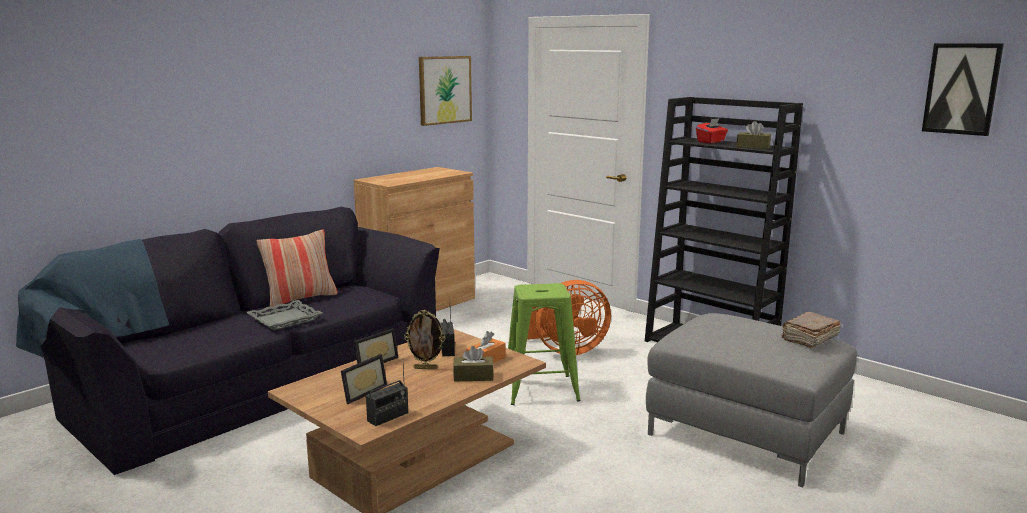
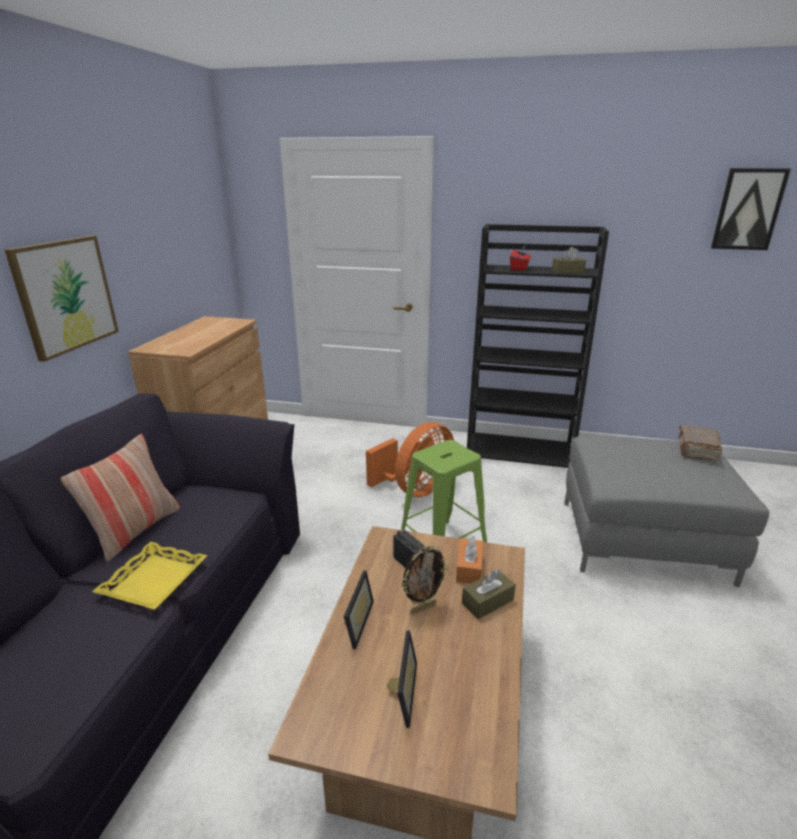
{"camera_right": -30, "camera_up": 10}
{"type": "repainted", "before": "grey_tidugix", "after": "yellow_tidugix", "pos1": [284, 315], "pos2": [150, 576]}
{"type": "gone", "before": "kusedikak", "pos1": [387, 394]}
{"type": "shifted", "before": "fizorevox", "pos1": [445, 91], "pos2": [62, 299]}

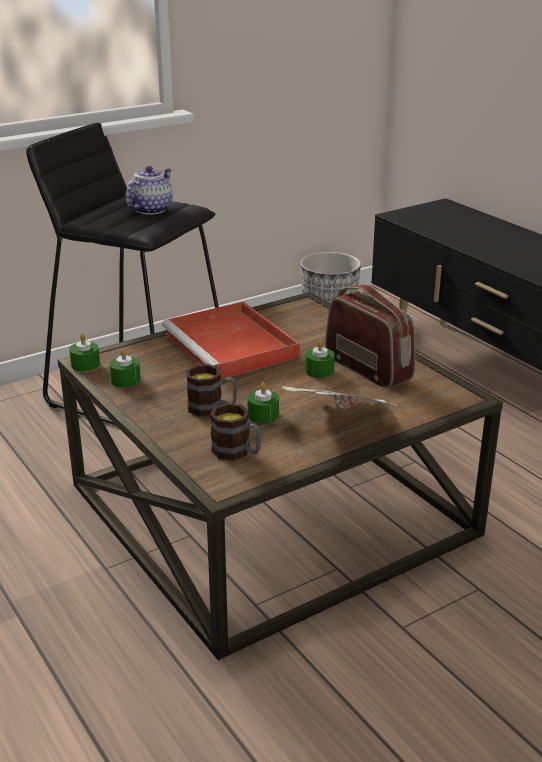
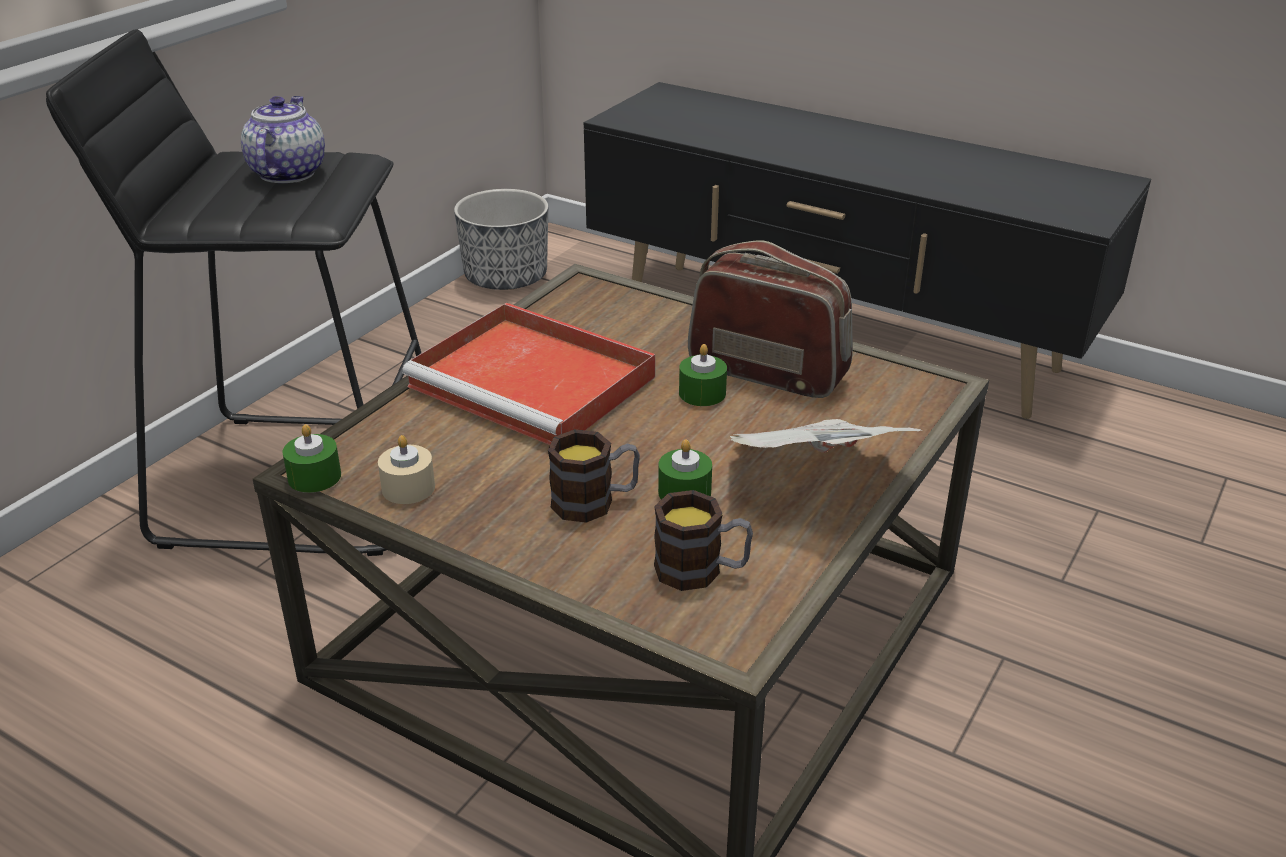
{"camera_right": -25, "camera_up": 5}
{"type": "repainted", "before": "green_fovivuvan", "after": "beige_fovivuvan", "pos1": [125, 367], "pos2": [406, 469]}

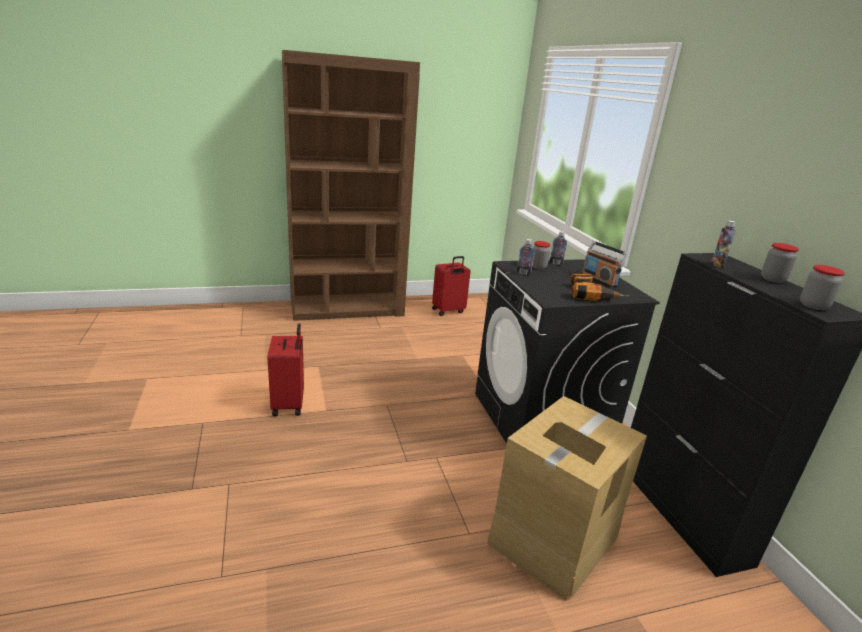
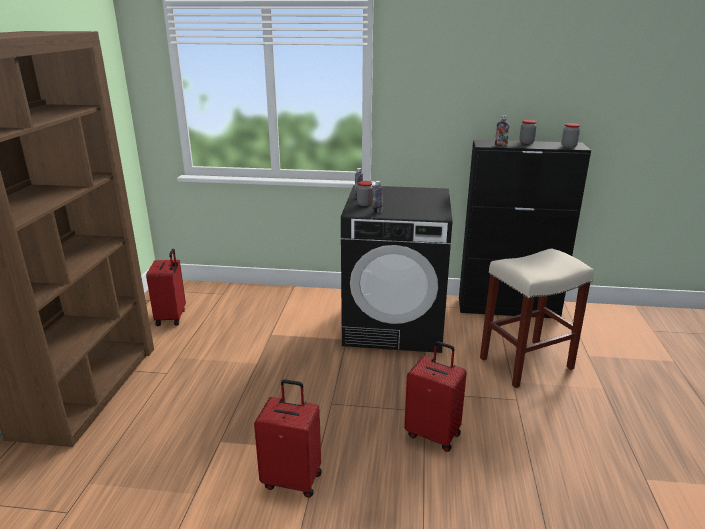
{"camera_right": -65, "camera_up": 0}
{"type": "swapped", "before": "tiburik", "after": "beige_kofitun", "pos1": [567, 498], "pos2": [537, 318]}
{"type": "gone", "before": "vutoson", "pos1": [599, 287]}
{"type": "gone", "before": "kusedikak", "pos1": [604, 264]}
{"type": "new", "after": "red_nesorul", "pos2": [435, 396]}

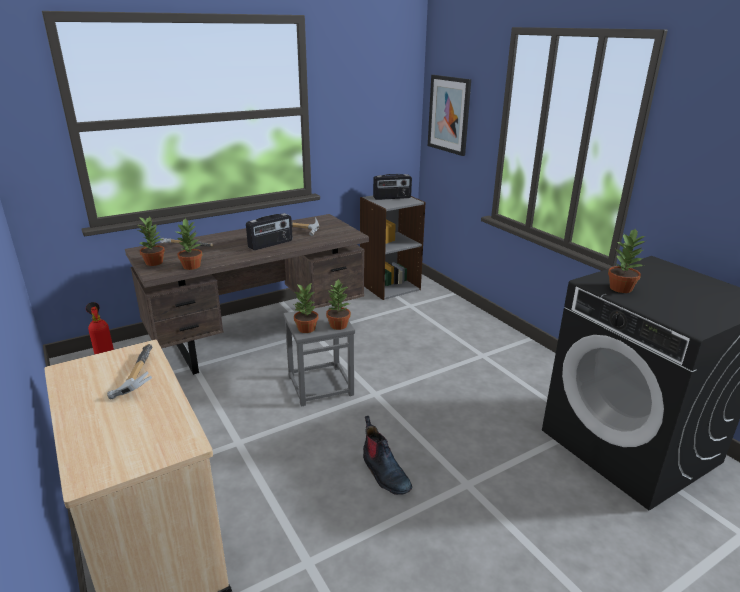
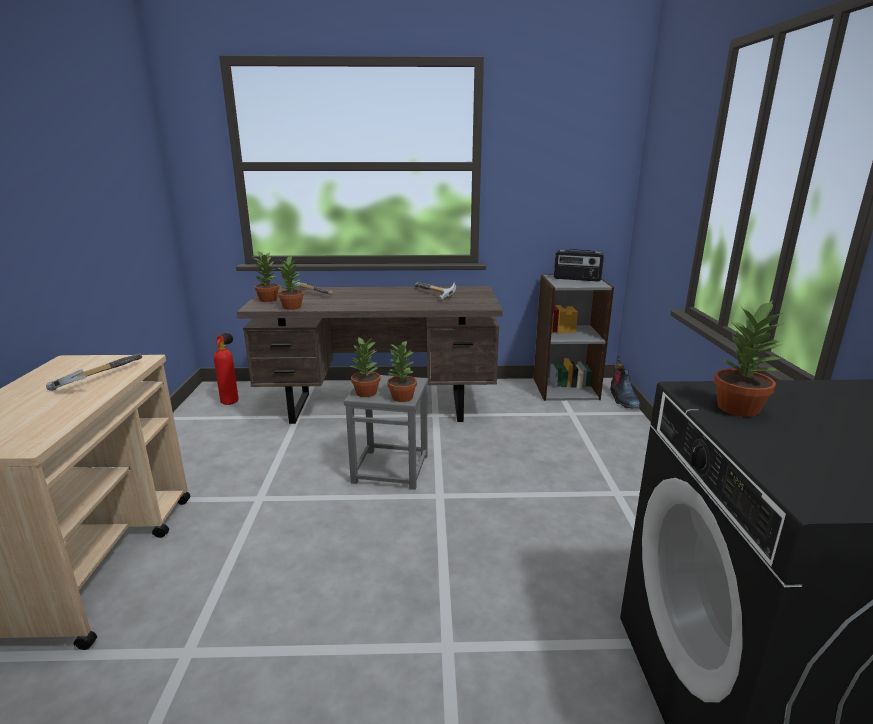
{"camera_right": 30, "camera_up": -5}
{"type": "gone", "before": "kusedikak", "pos1": [269, 231]}
{"type": "shifted", "before": "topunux", "pos1": [387, 455], "pos2": [625, 382]}
{"type": "gone", "before": "fizorevox", "pos1": [449, 115]}

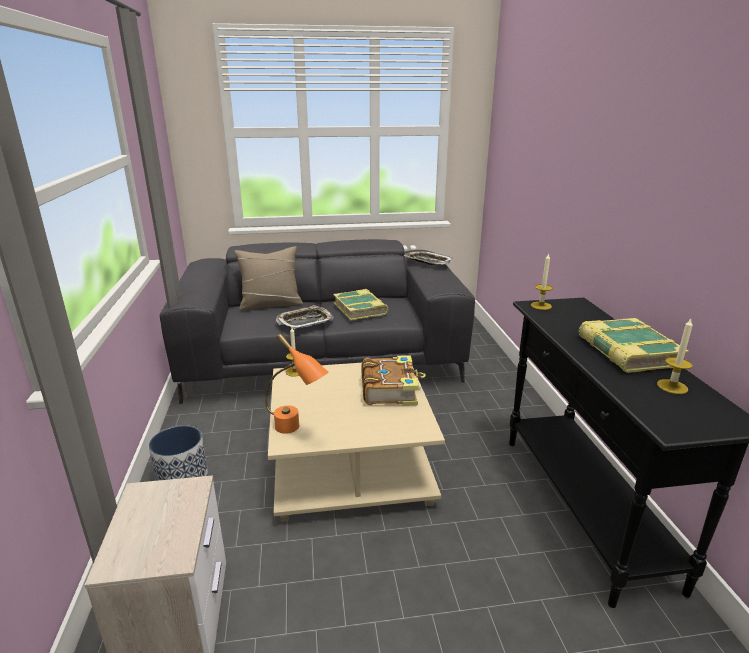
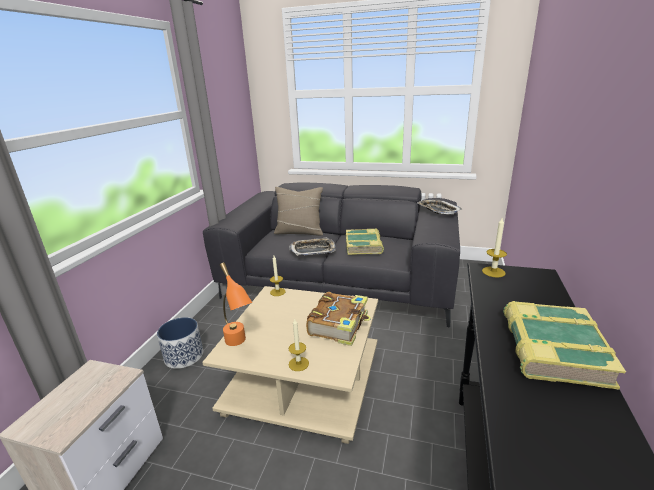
{"camera_right": 25, "camera_up": 0}
{"type": "shifted", "before": "fovivuvan", "pos1": [675, 356], "pos2": [299, 345]}

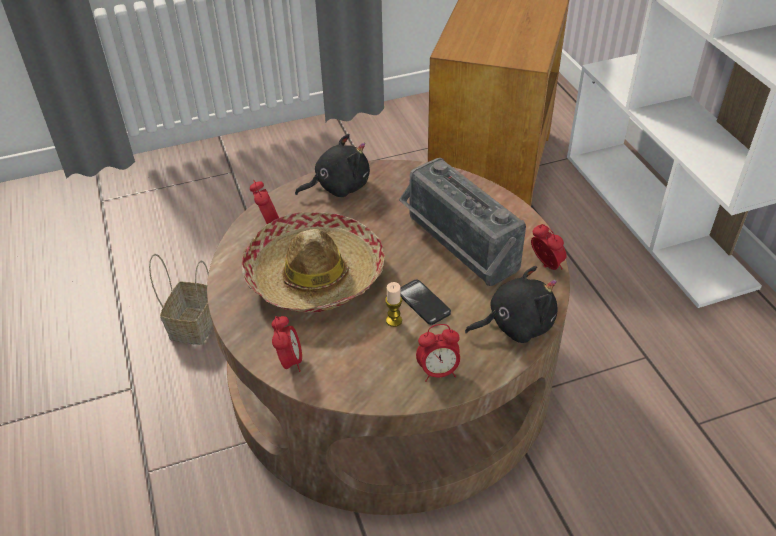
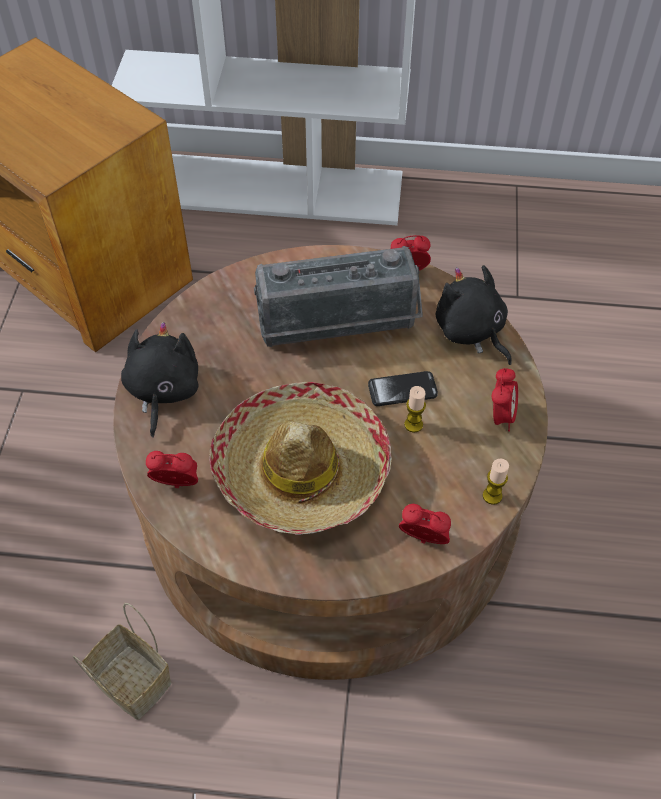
{"camera_right": -65, "camera_up": 10}
{"type": "rotated", "before": "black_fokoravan", "pos1": [511, 304], "pos2": [474, 315], "turn": -45}
{"type": "new", "after": "fovivuvan", "pos2": [496, 482]}

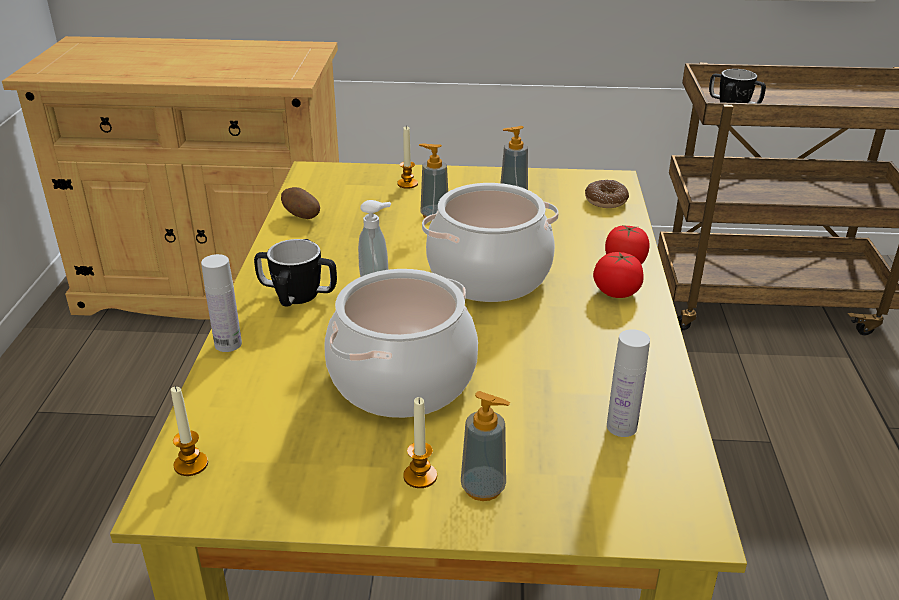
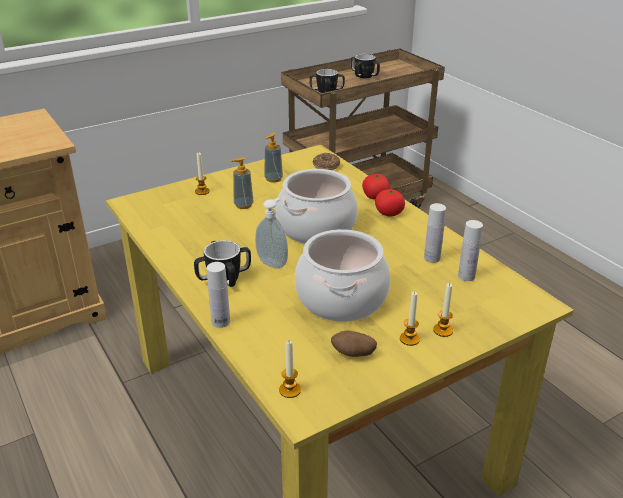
{"camera_right": -35, "camera_up": 0}
{"type": "shifted", "before": "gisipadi", "pos1": [300, 203], "pos2": [354, 344]}
{"type": "swapped", "before": "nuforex", "after": "fovivuvan", "pos1": [485, 446], "pos2": [443, 310]}
{"type": "new", "after": "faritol", "pos2": [365, 66]}
{"type": "new", "after": "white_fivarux", "pos2": [435, 233]}

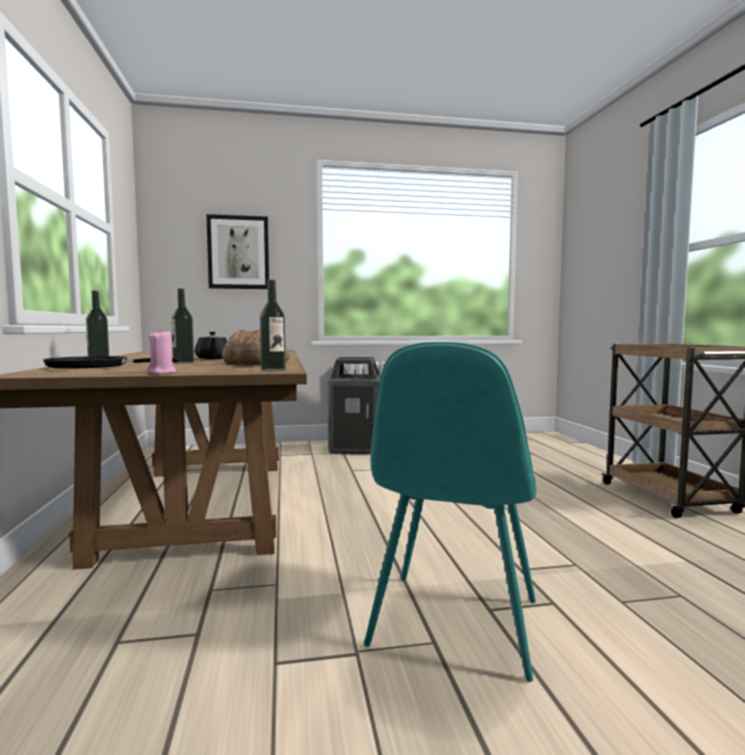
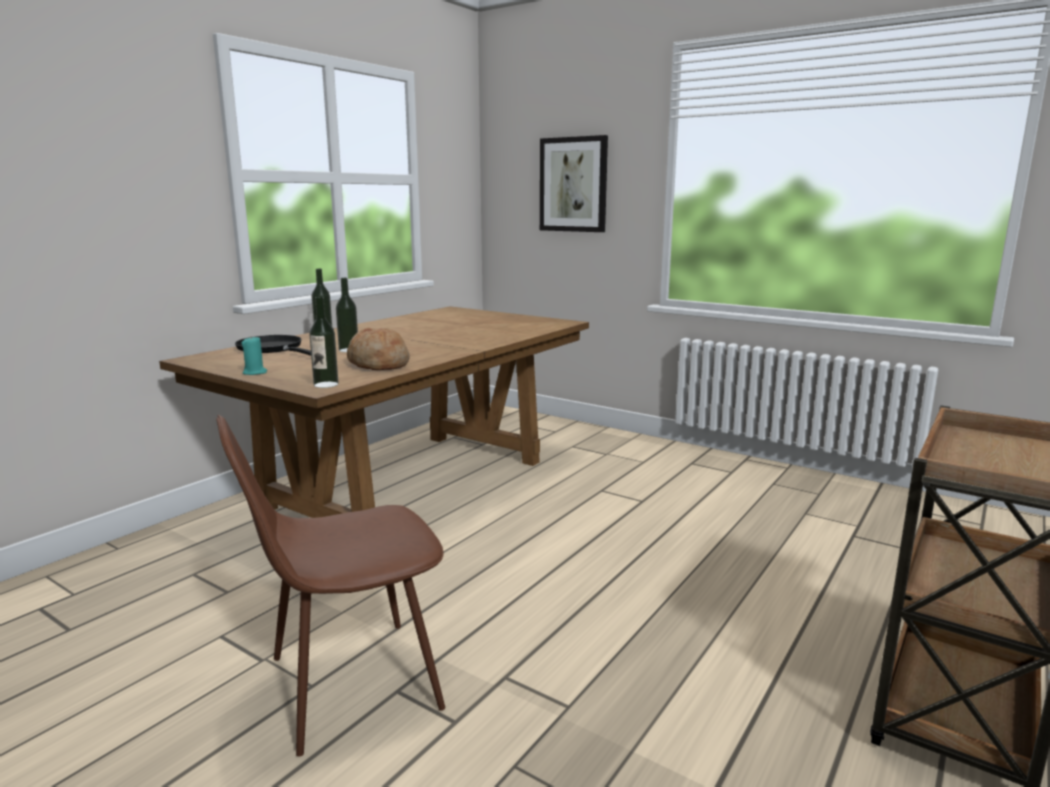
{"camera_right": 45, "camera_up": 10}
{"type": "repainted", "before": "pink_fovivuvan", "after": "turquoise_fovivuvan", "pos1": [161, 351], "pos2": [254, 356]}
{"type": "gone", "before": "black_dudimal", "pos1": [211, 346]}
{"type": "gone", "before": "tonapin", "pos1": [354, 405]}
{"type": "repainted", "before": "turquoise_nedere", "after": "brown_nedere", "pos1": [450, 512], "pos2": [330, 585]}

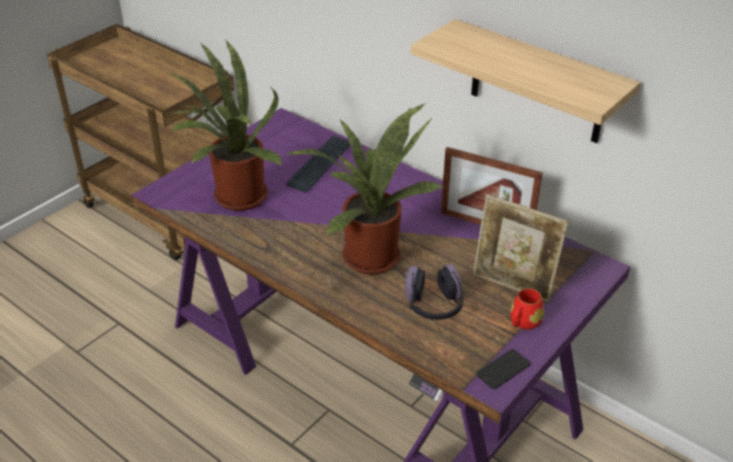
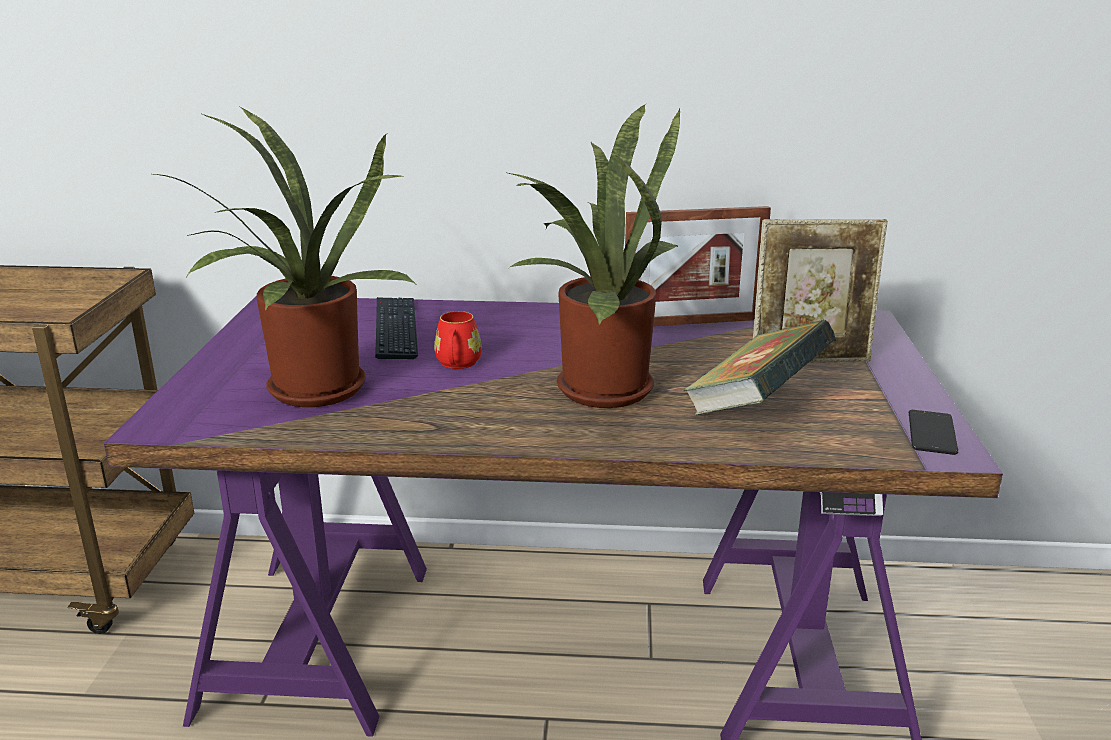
{"camera_right": -35, "camera_up": -15}
{"type": "swapped", "before": "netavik", "after": "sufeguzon", "pos1": [434, 292], "pos2": [759, 367]}
{"type": "gone", "before": "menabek", "pos1": [526, 81]}
{"type": "shifted", "before": "red_faritol", "pos1": [527, 309], "pos2": [458, 340]}

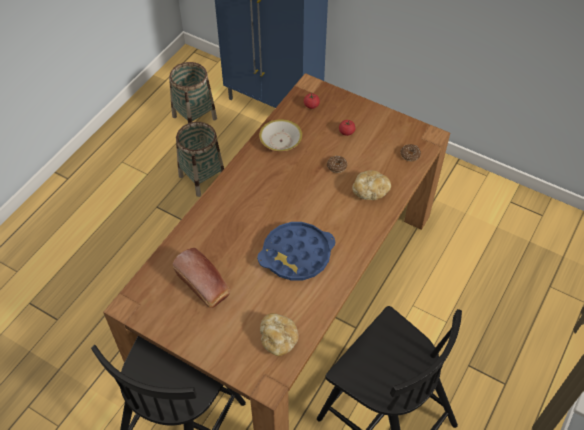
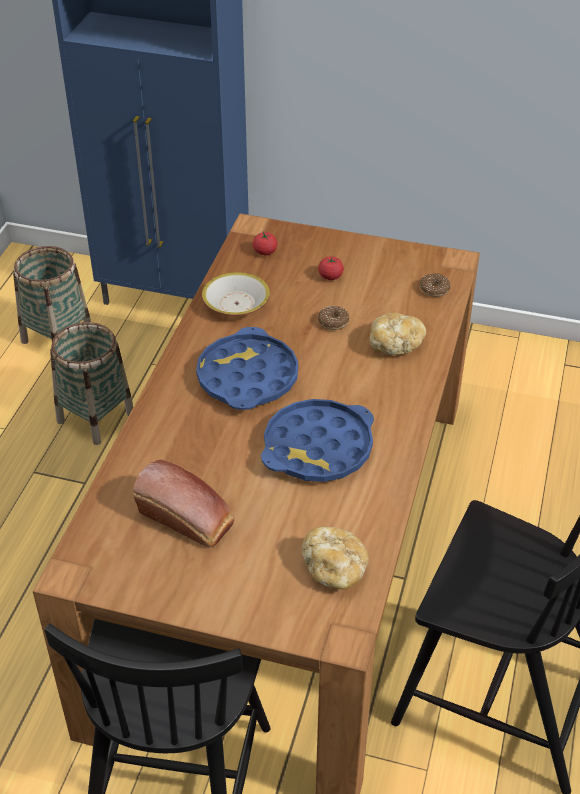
{"camera_right": -15, "camera_up": -10}
{"type": "new", "after": "blue_tidugix", "pos2": [247, 368]}

